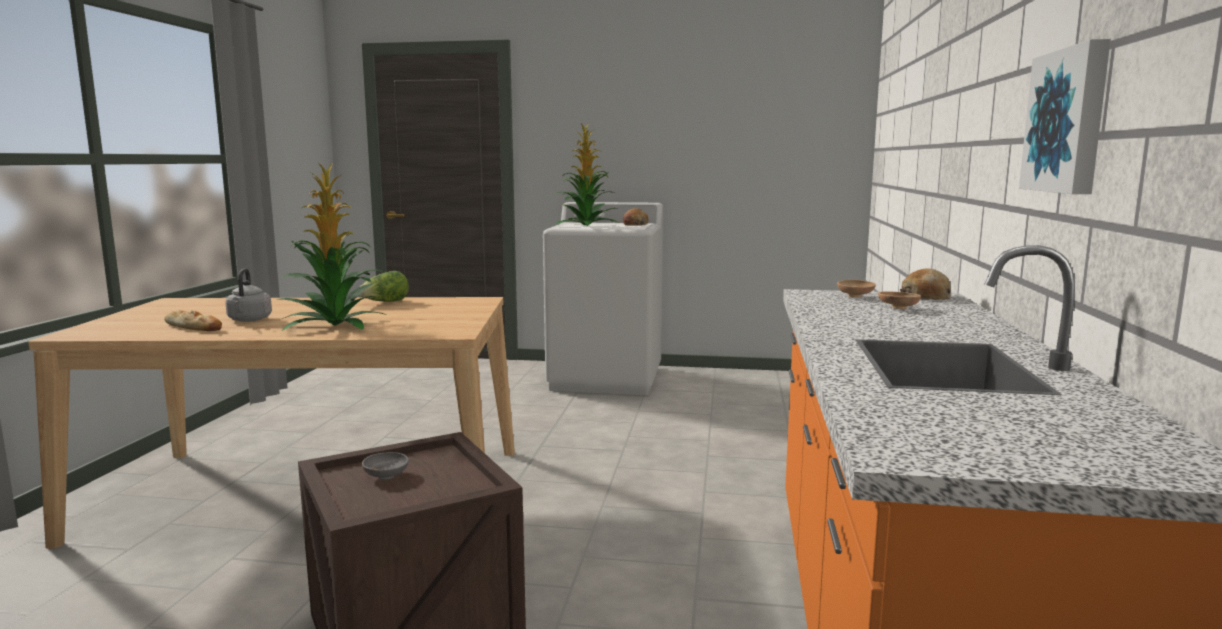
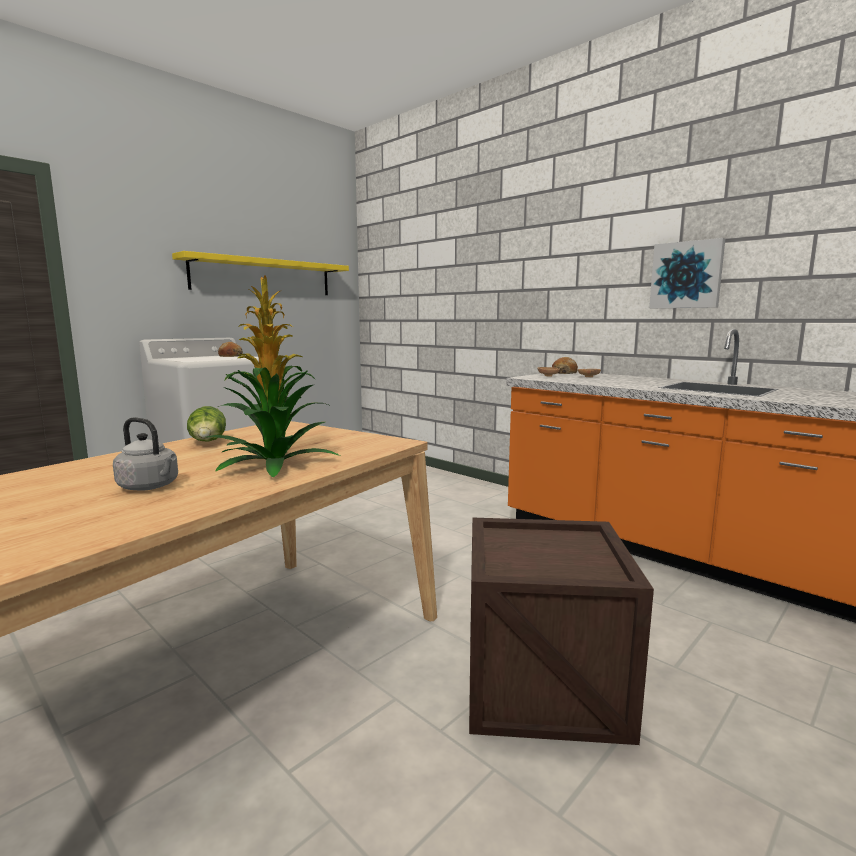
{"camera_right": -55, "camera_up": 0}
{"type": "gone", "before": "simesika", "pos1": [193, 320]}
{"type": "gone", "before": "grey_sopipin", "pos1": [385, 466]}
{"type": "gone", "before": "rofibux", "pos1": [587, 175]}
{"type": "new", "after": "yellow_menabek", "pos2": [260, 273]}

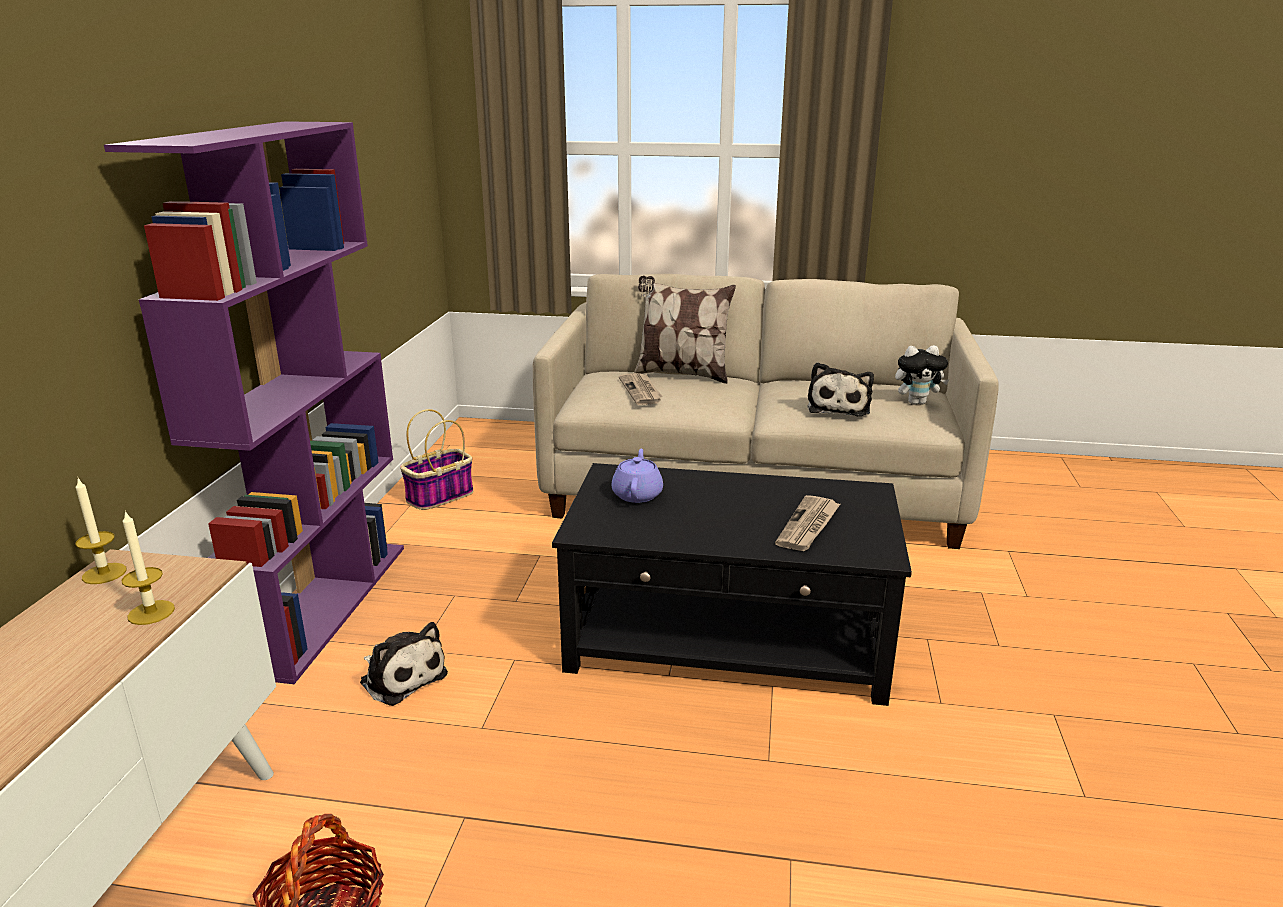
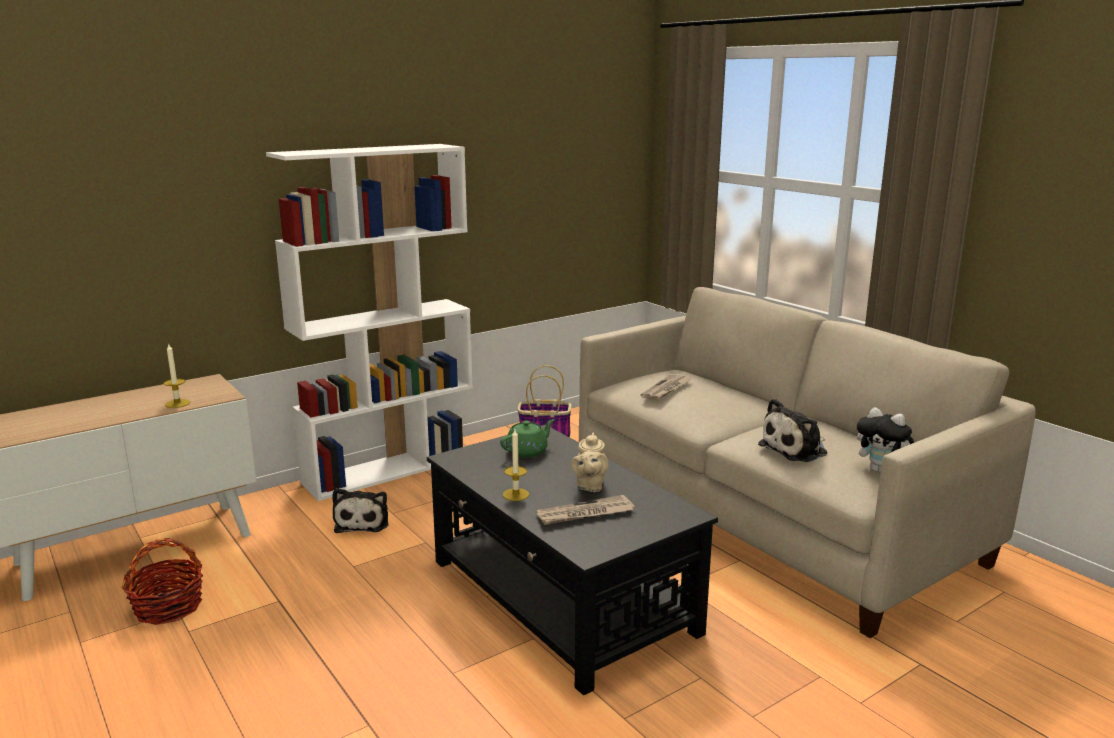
{"camera_right": 45, "camera_up": -5}
{"type": "shifted", "before": "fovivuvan", "pos1": [101, 531], "pos2": [516, 465]}
{"type": "repainted", "before": "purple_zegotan", "after": "white_zegotan", "pos1": [254, 402], "pos2": [369, 322]}
{"type": "repainted", "before": "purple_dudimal", "after": "green_dudimal", "pos1": [637, 476], "pos2": [527, 438]}
{"type": "gone", "before": "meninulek", "pos1": [685, 329]}
{"type": "new", "after": "beige_dudimal", "pos2": [589, 462]}

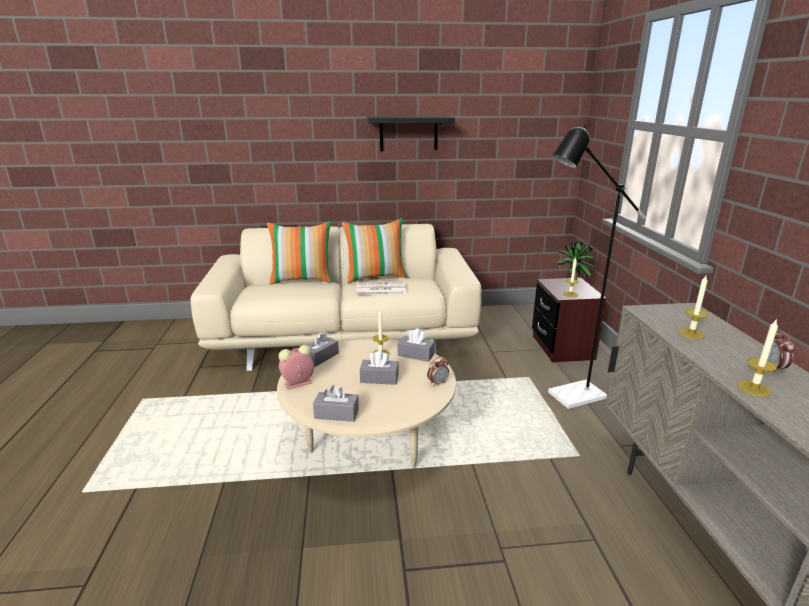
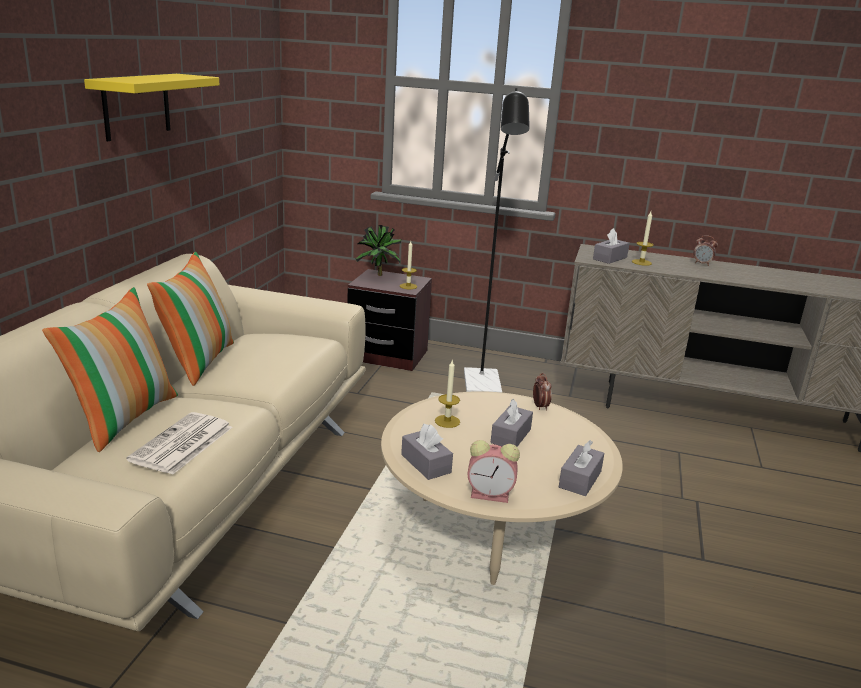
{"camera_right": -70, "camera_up": 0}
{"type": "rotated", "before": "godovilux", "pos1": [296, 367], "pos2": [494, 471], "turn": -75}
{"type": "shifted", "before": "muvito", "pos1": [381, 288], "pos2": [179, 443]}
{"type": "repainted", "before": "black_menabek", "after": "yellow_menabek", "pos1": [411, 133], "pos2": [151, 107]}
{"type": "shifted", "before": "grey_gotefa", "pos1": [416, 345], "pos2": [611, 246]}
{"type": "gone", "before": "fovivuvan", "pos1": [758, 358]}

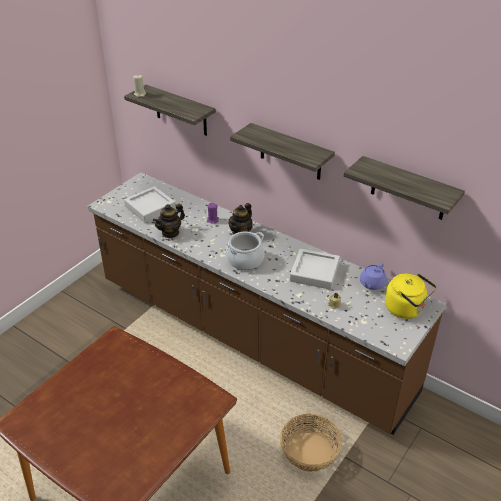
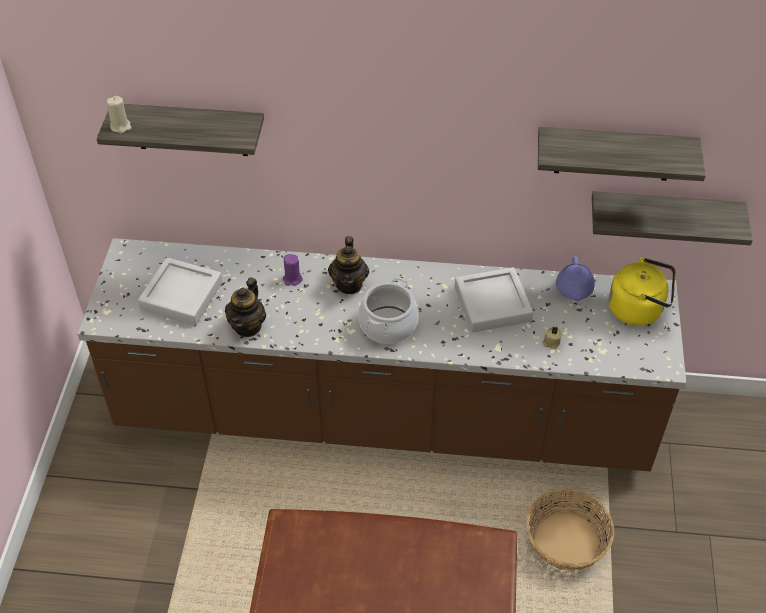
{"camera_right": -30, "camera_up": 10}
{"type": "shifted", "before": "menabek", "pos1": [282, 151], "pos2": [672, 218]}

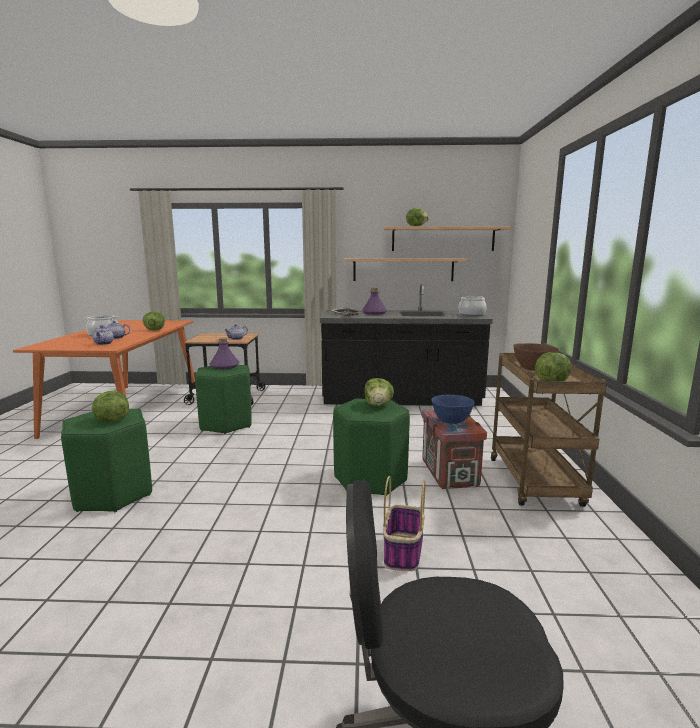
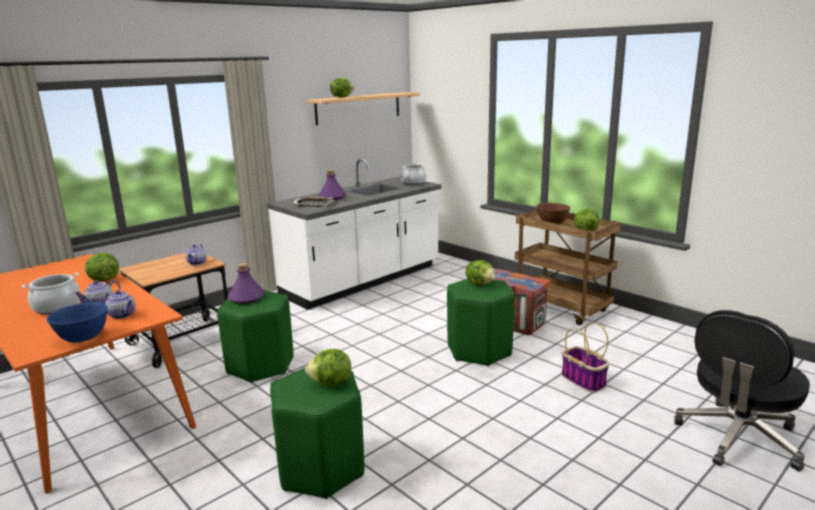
{"camera_right": -45, "camera_up": 5}
{"type": "repainted", "before": "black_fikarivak", "after": "white_fikarivak", "pos1": [406, 345], "pos2": [354, 234]}
{"type": "gone", "before": "menabek", "pos1": [405, 269]}
{"type": "shifted", "before": "blue_sopipin", "pos1": [453, 409], "pos2": [77, 322]}

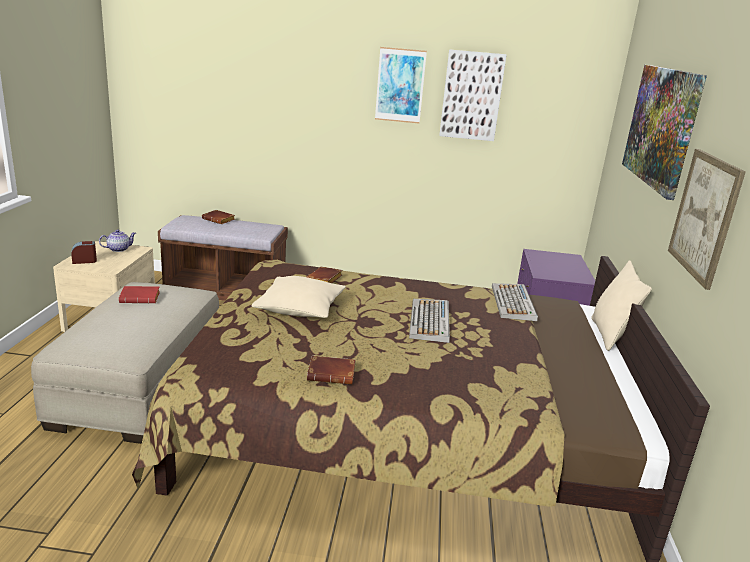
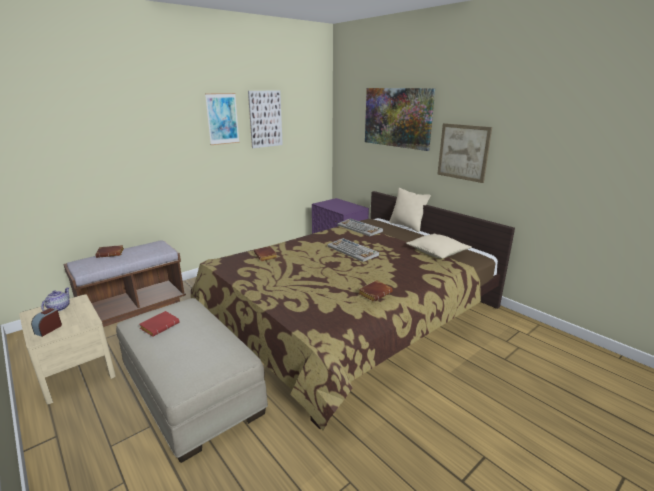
{"camera_right": -45, "camera_up": 0}
{"type": "shifted", "before": "beige_meninulek", "pos1": [299, 297], "pos2": [439, 246]}

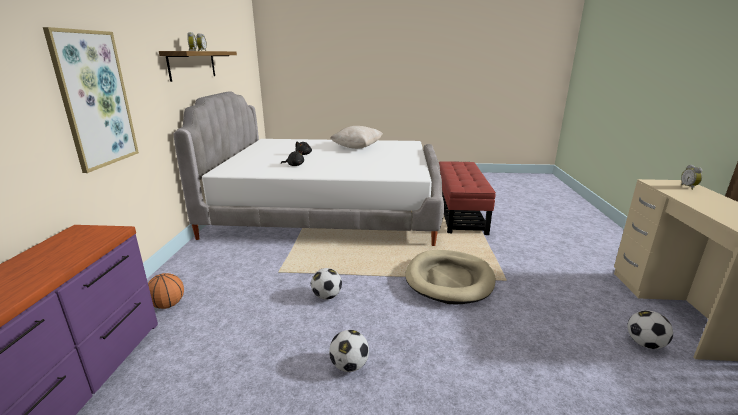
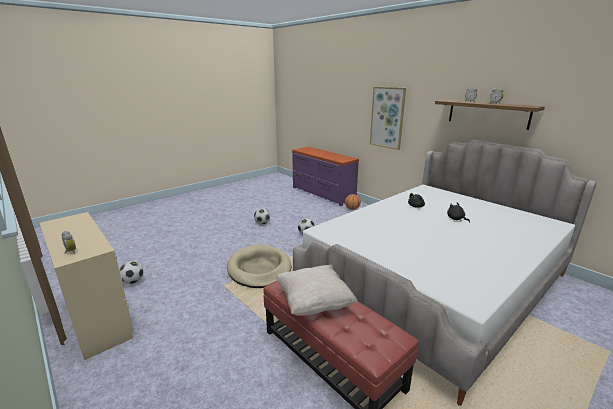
{"camera_right": 135, "camera_up": 0}
{"type": "shifted", "before": "beige_meninulek", "pos1": [356, 137], "pos2": [317, 290]}

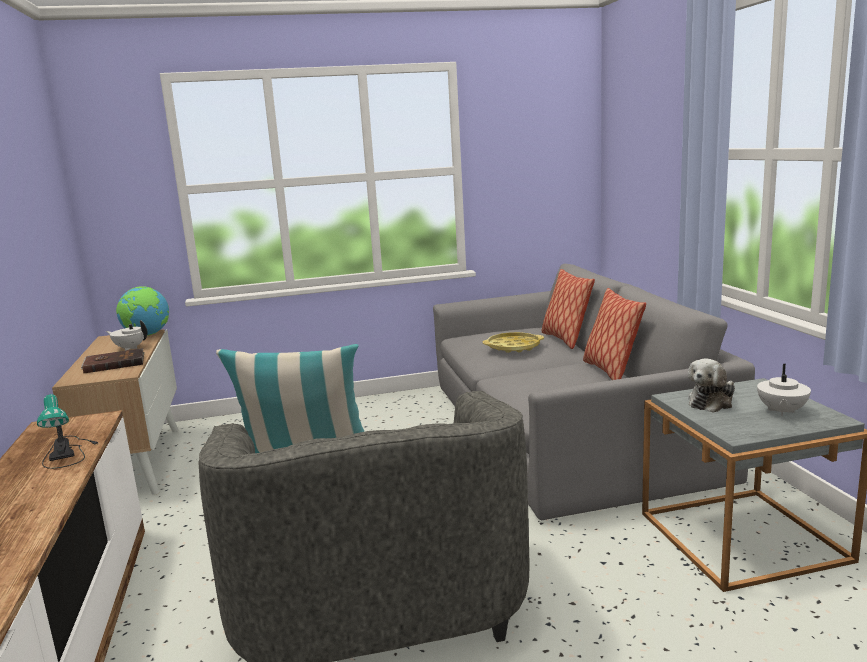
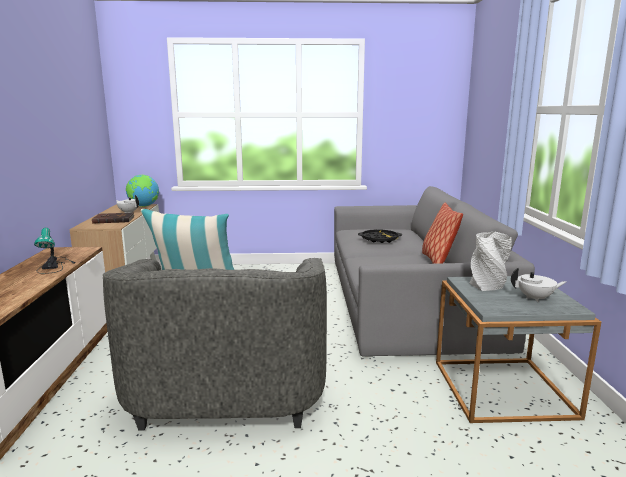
{"camera_right": 10, "camera_up": 0}
{"type": "repainted", "before": "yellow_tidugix", "after": "black_tidugix", "pos1": [513, 342], "pos2": [380, 236]}
{"type": "gone", "before": "meninulek", "pos1": [568, 309]}
{"type": "swapped", "before": "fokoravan", "after": "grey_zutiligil", "pos1": [711, 386], "pos2": [491, 261]}
{"type": "rotated", "before": "white_dudimal", "pos1": [784, 390], "pos2": [538, 285], "turn": -120}

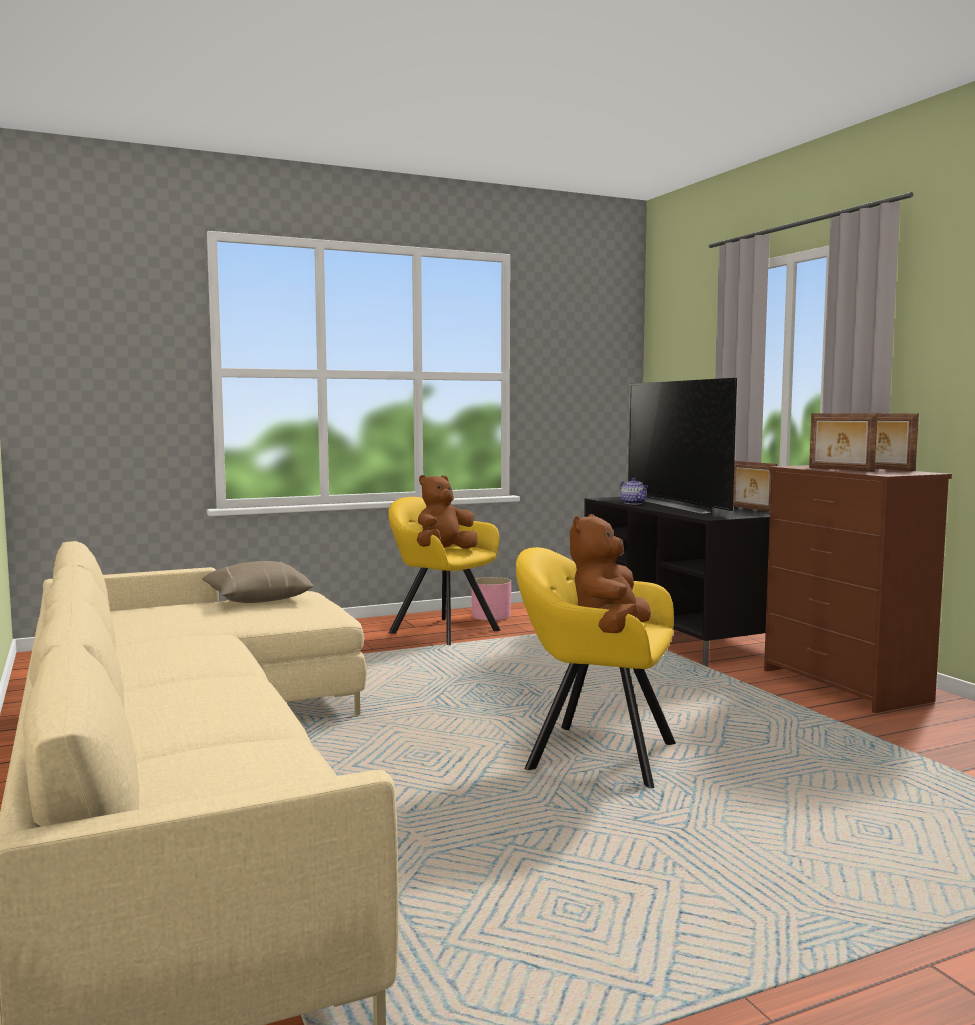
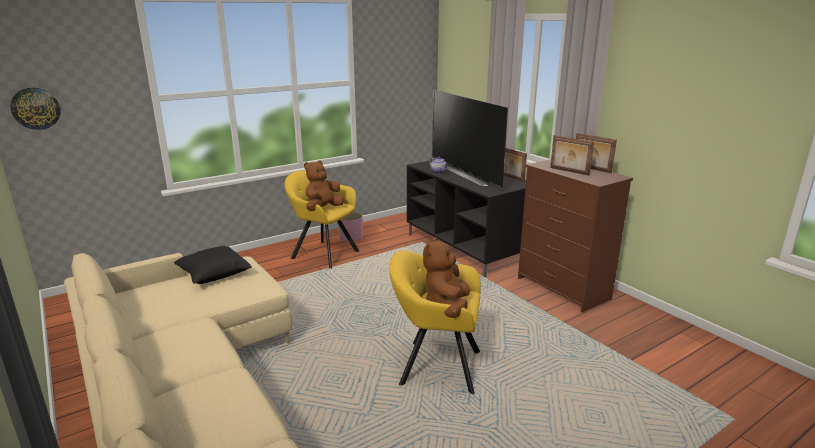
{"camera_right": -10, "camera_up": 15}
{"type": "repainted", "before": "beige_meninulek", "after": "black_meninulek", "pos1": [258, 582], "pos2": [213, 265]}
{"type": "new", "after": "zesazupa", "pos2": [35, 109]}

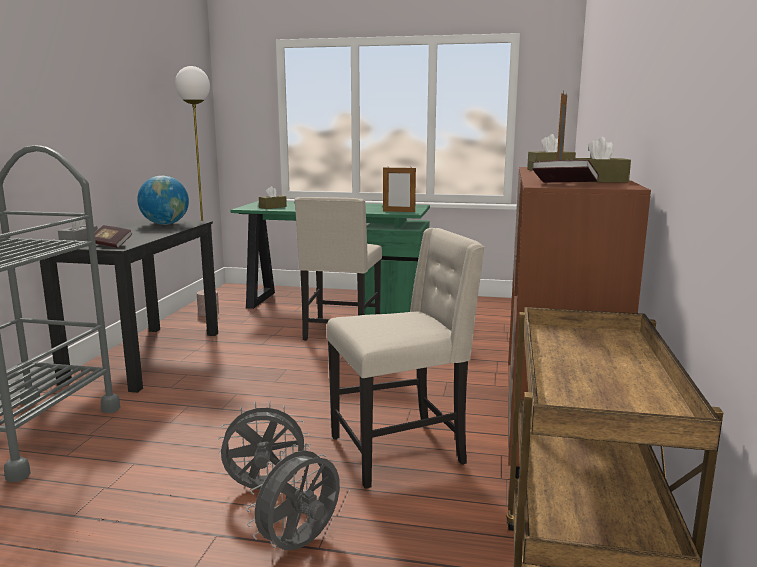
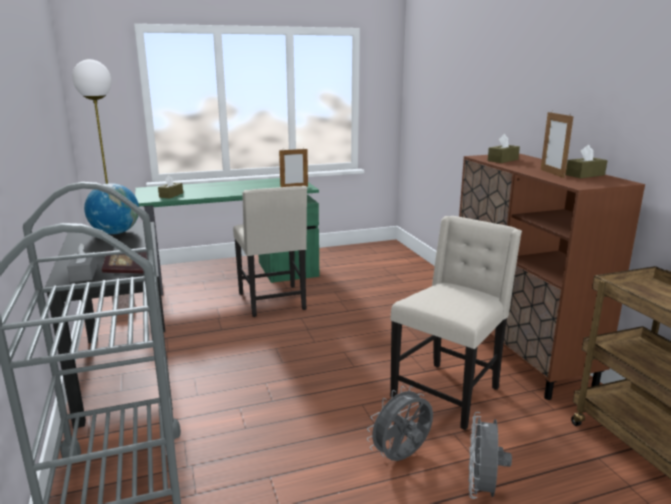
{"camera_right": -30, "camera_up": 5}
{"type": "gone", "before": "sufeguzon", "pos1": [565, 171]}

